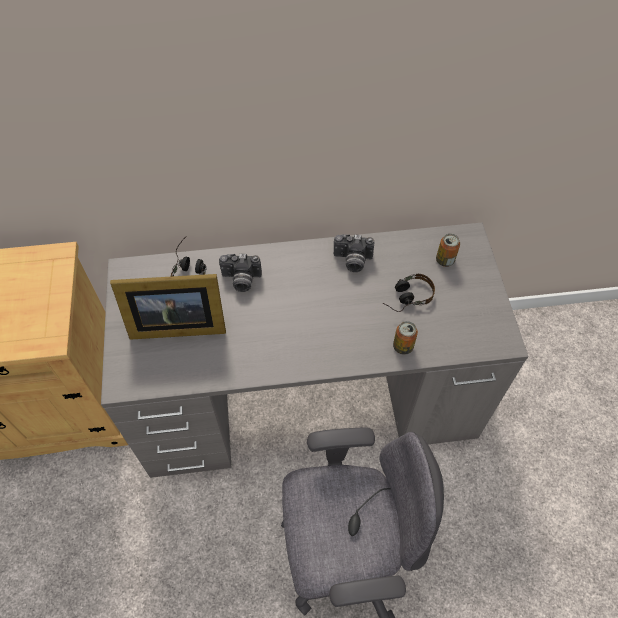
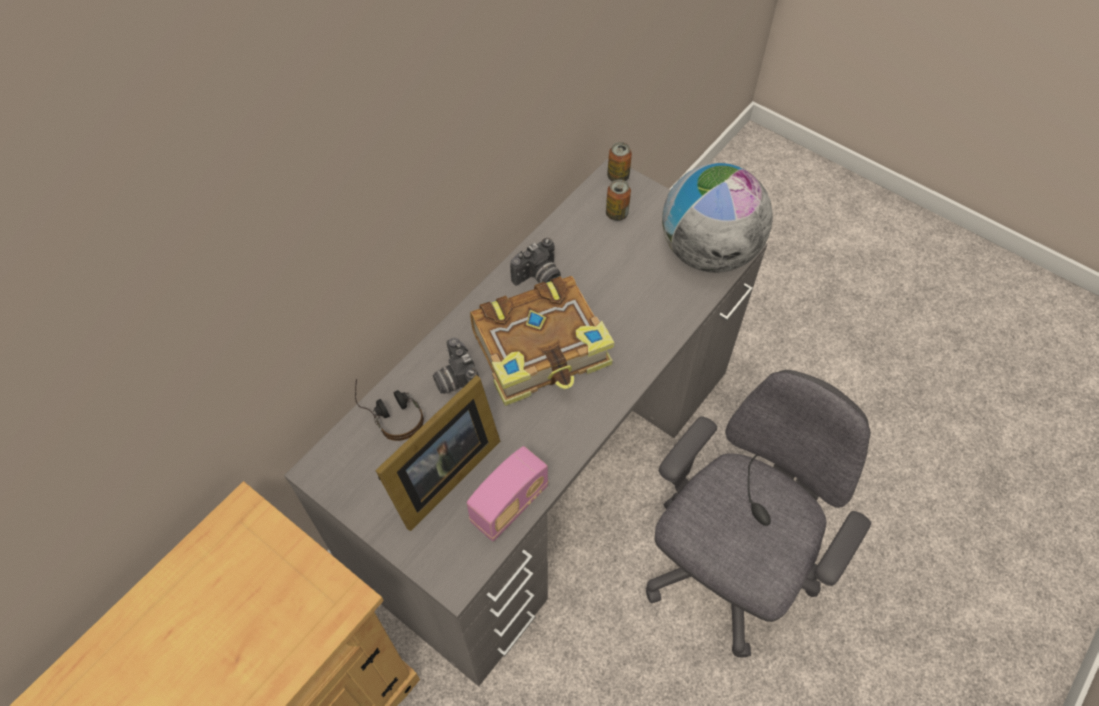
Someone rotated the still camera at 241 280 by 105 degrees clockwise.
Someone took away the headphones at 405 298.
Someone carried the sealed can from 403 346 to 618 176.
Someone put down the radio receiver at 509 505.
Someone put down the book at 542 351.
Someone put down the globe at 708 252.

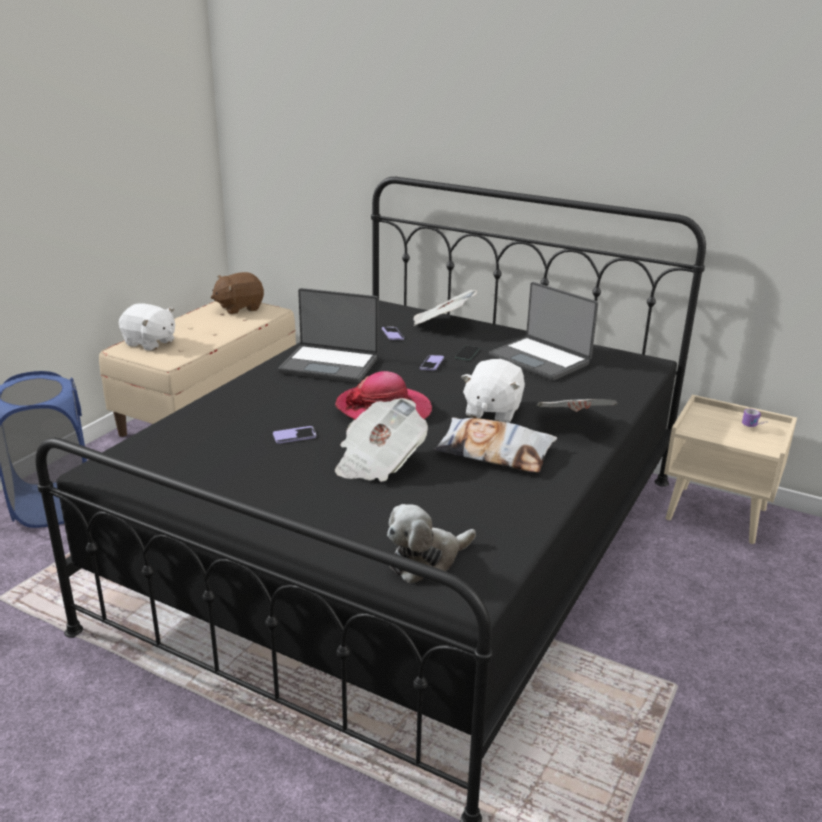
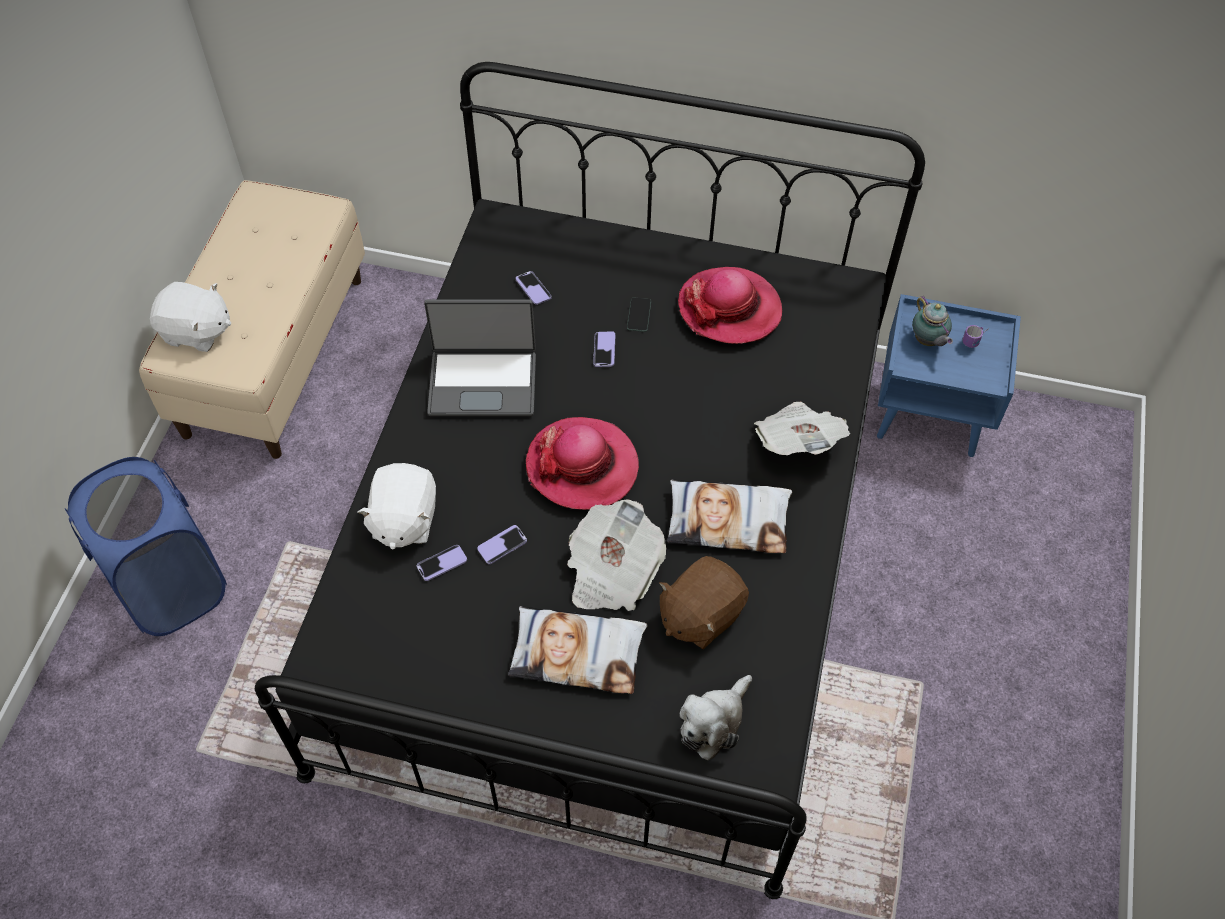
Someone carried the plush toy (brownish) from 239 308 to 700 615.
Someone took away the newspaper at 441 324.
Someone carried the plush toy (white) from 492 411 to 403 520.
Someone swapped the laptop at 540 359 for the clothing hat at 729 309.
Someone repainted the night table (beige) at 717 514, which became the night table (bluish) at 930 415.
Someone put down the handset at 442 563.
Someone put down the throw pillow at 577 653.
Someone put down the teapot at 927 341.

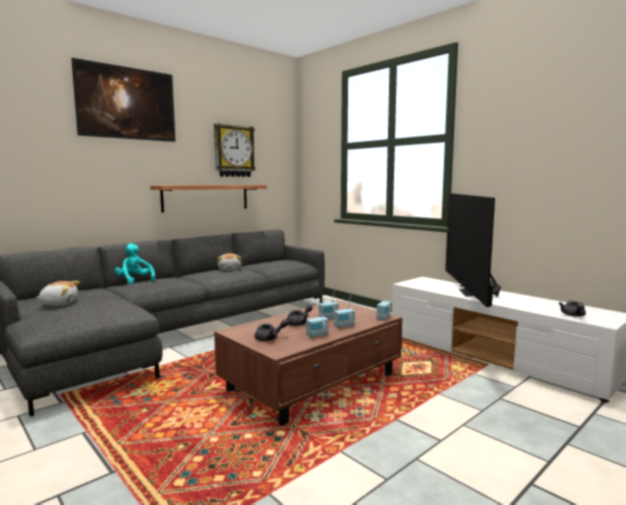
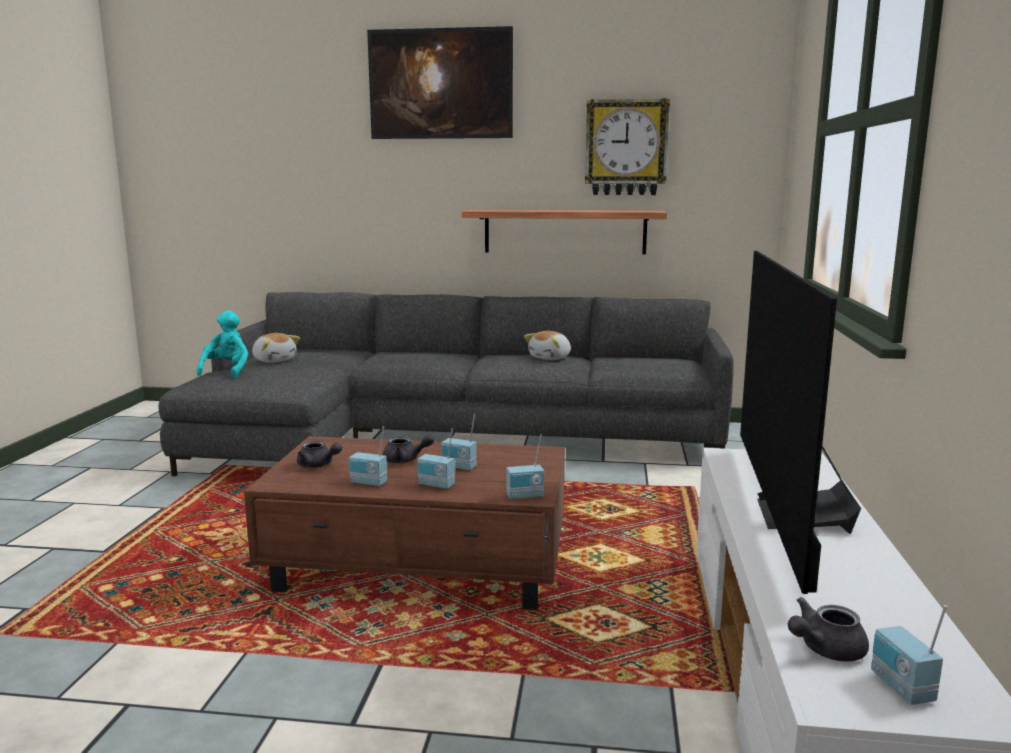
Someone carried the plush toy (turquoise) from 135 281 to 227 371.
Someone rotated the TV at 472 293 by 45 degrees counterclockwise.
Someone put down the radio receiver at 900 688.

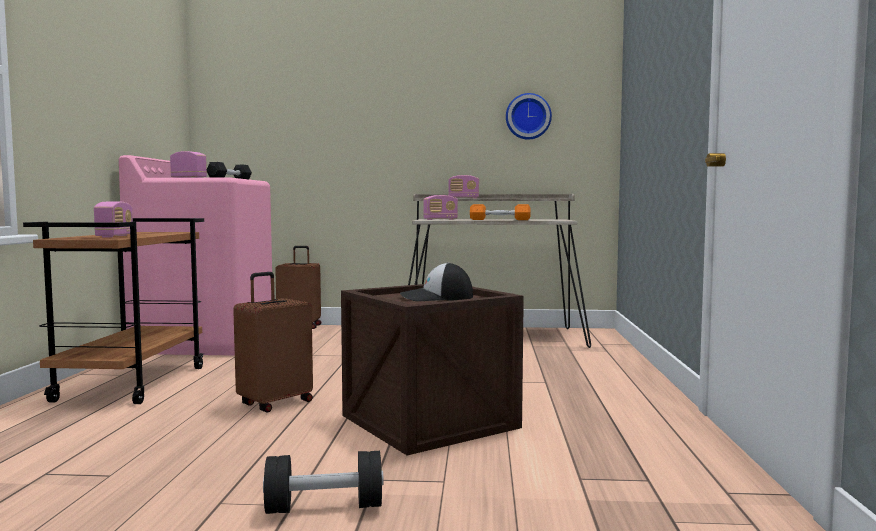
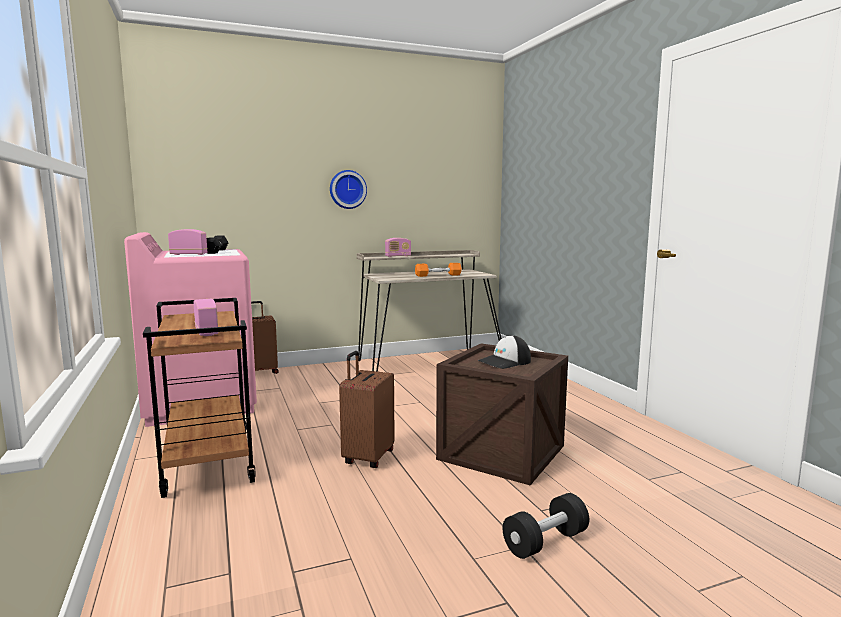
Someone took away the radio receiver at 440 219.
Someone carried the hanging clock from 528 116 to 347 189.

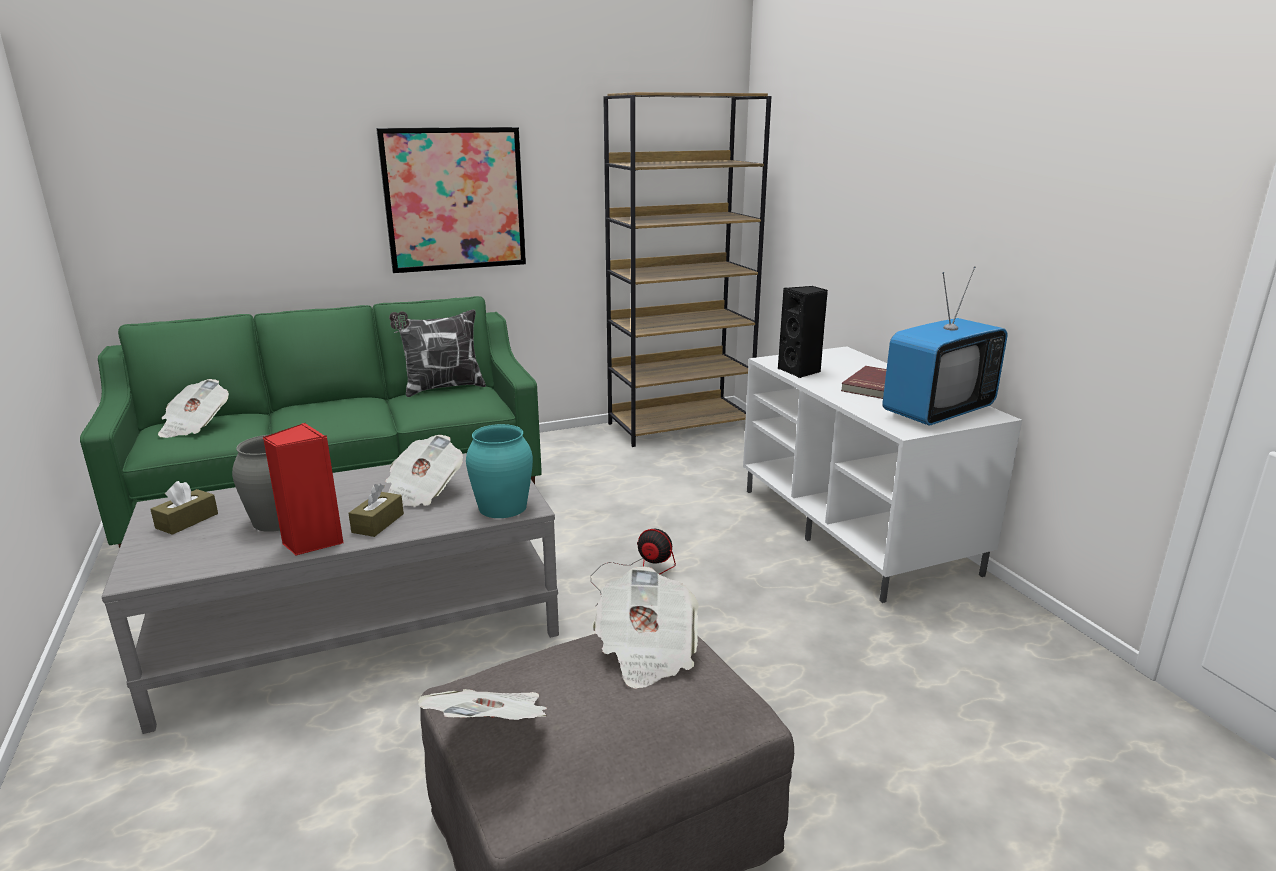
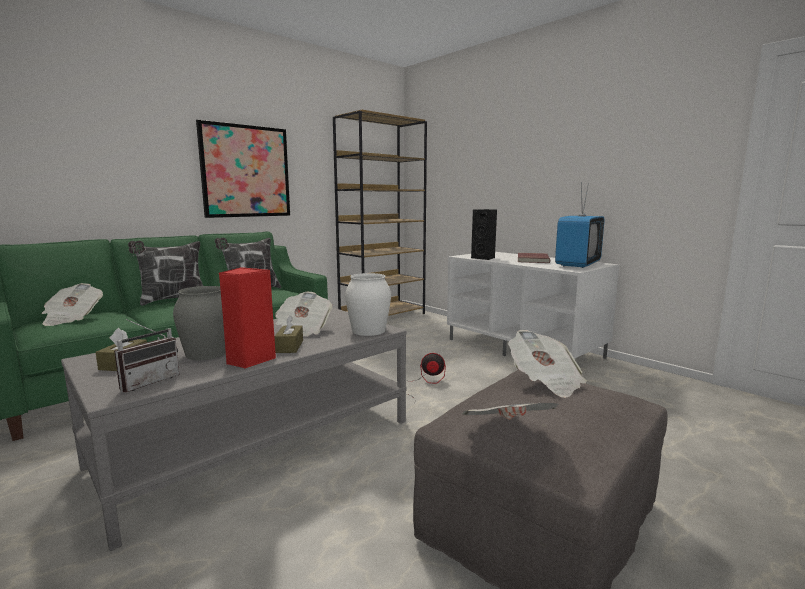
Someone repainted the flower vase (turquoise) at 503 507, which became the flower vase (white) at 369 330.
Someone put down the radio receiver at 148 381.
Someone put down the throw pillow at 172 300.

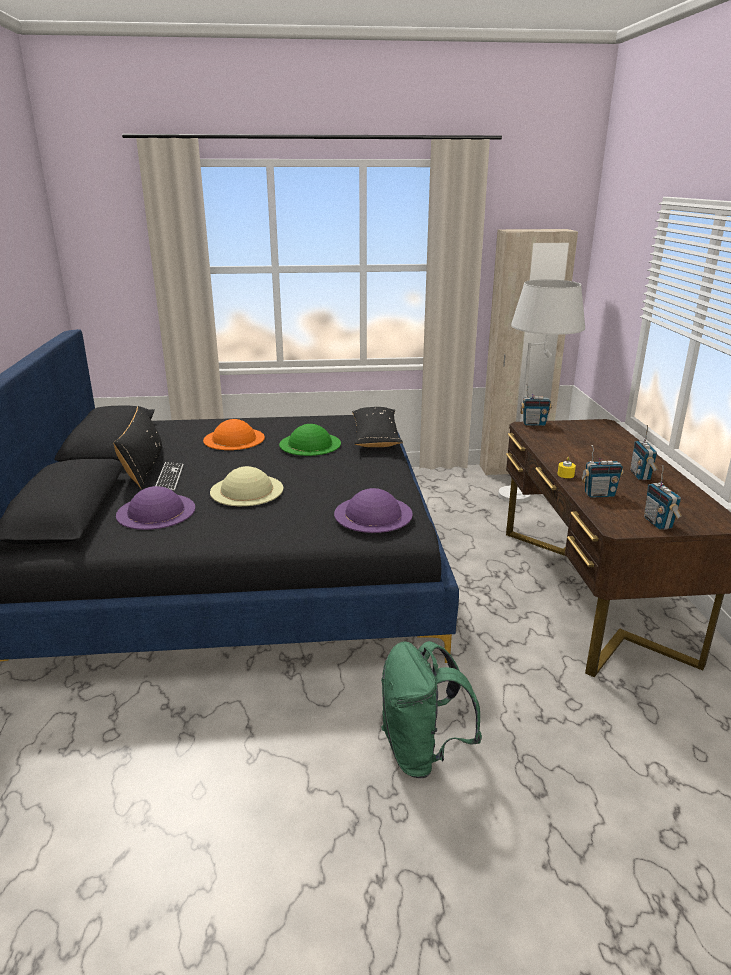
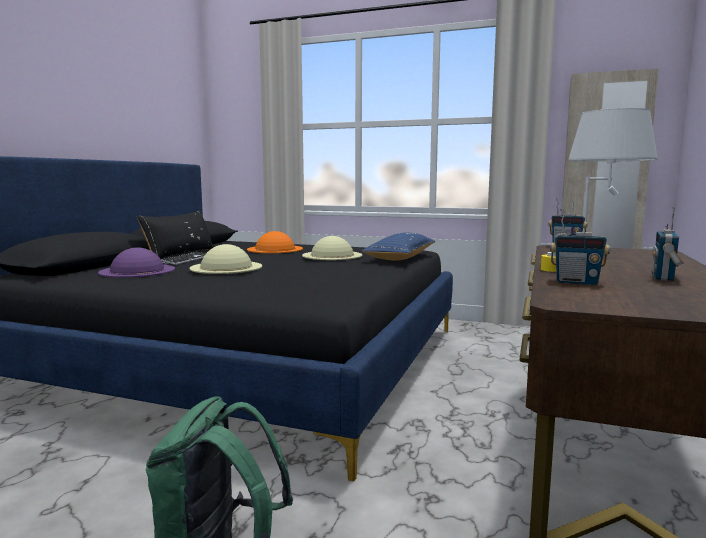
Someone repainted the clothing hat (green-coloured) at 310 444, which became the clothing hat (beige) at 332 255.
Someone took away the clothing hat (purplish) at 373 514.
Someone repainted the throw pillow (black-coloured) at 375 437, which became the throw pillow (bluish) at 400 257.
Someone took away the radio receiver at 658 523.

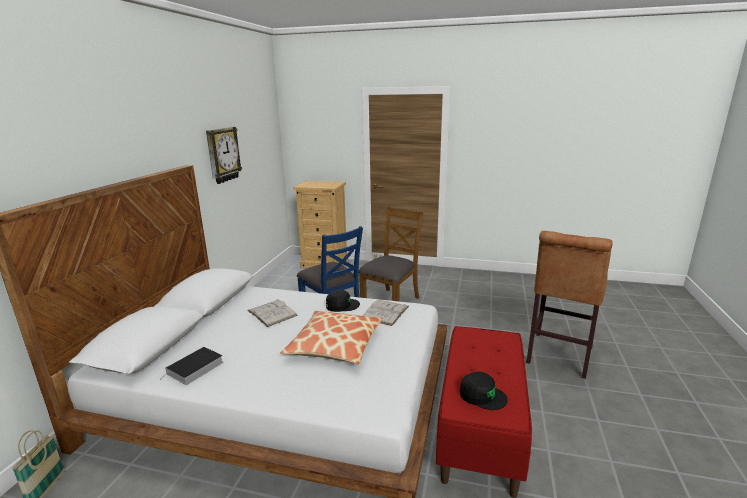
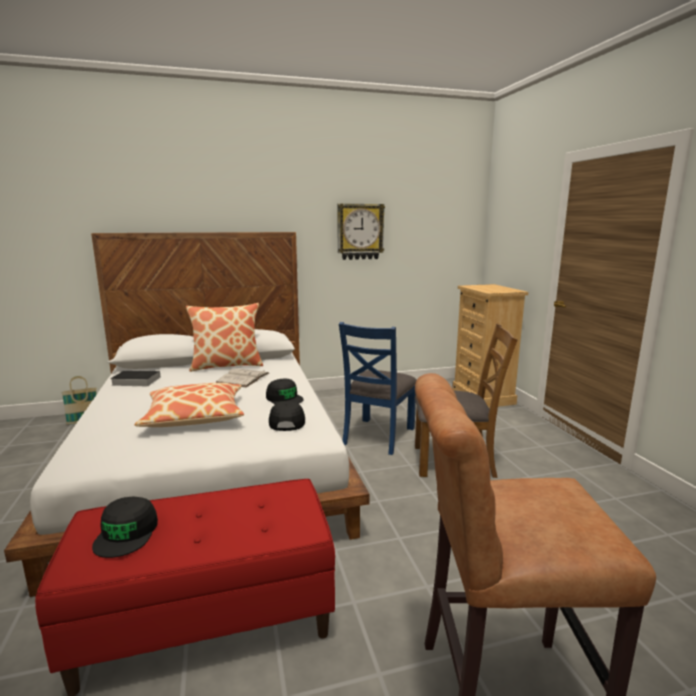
Someone swapped the book (white) at 385 312 for the cap (black-coloured) at 287 421.
Someone put down the throw pillow at 227 365.

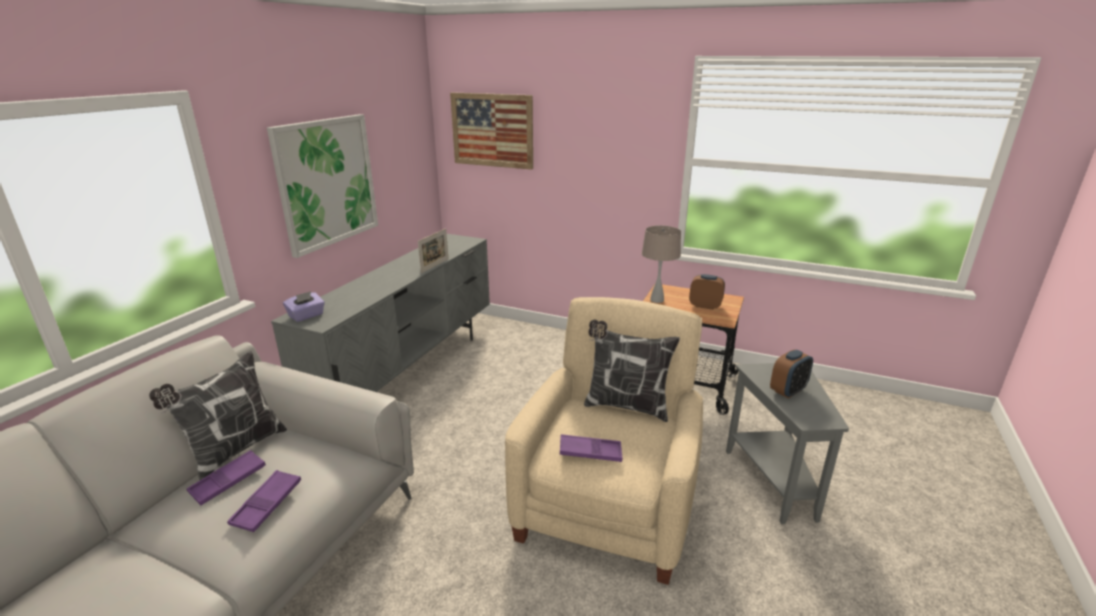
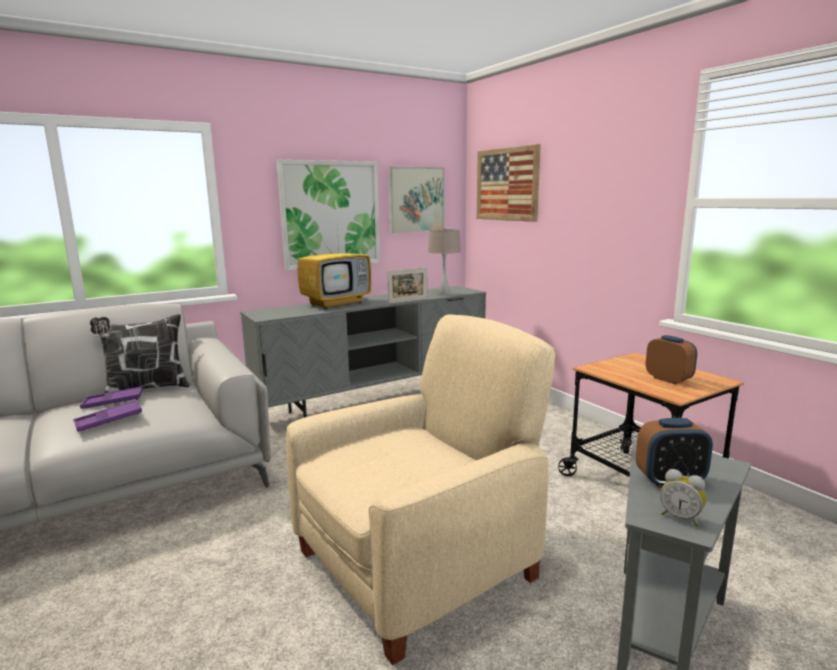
Someone took away the tissue holder (purplish) at 306 316.
Someone took away the carrying tray (purplish) at 590 452.
Someone took away the throw pillow at 625 406.
Someone carried the tabletop lamp (beige) from 657 300 to 444 294.
Someone put down the TV at 337 303.
Someone put up the wall picture at 416 199.
Someone put down the table clock at 680 517.

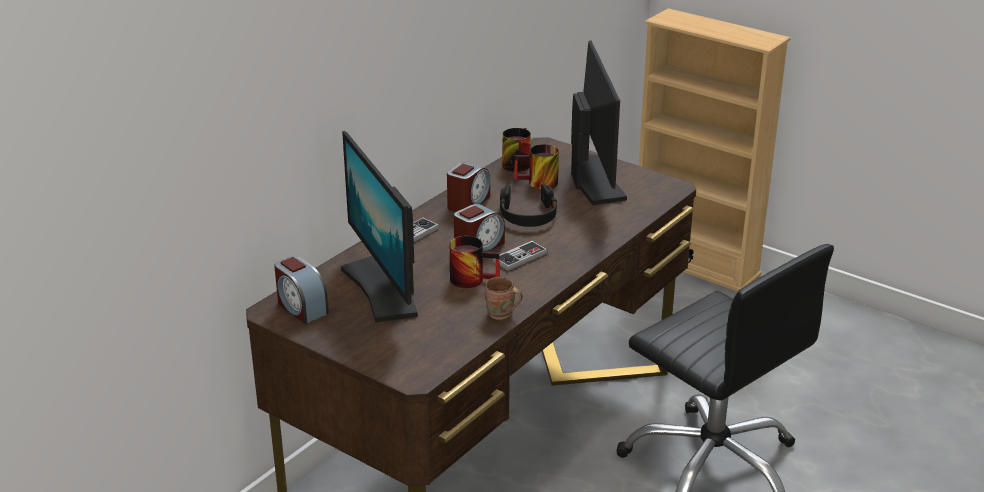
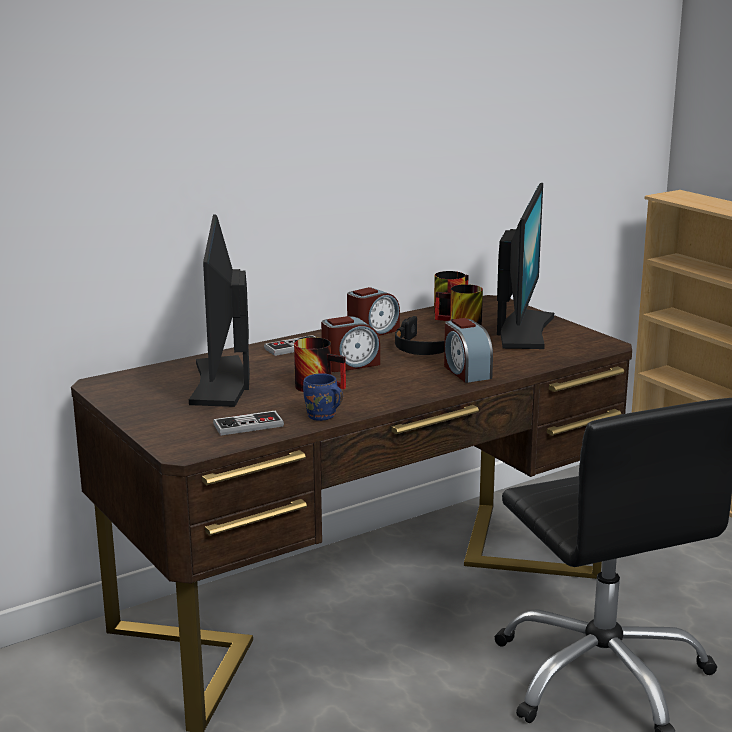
Someone carried the table clock from 301 308 to 466 371.
Someone repainted the tea mug (brownish) at 501 314, which became the tea mug (bluish) at 322 417.
Someone carried the gamepad from 520 257 to 248 425.

